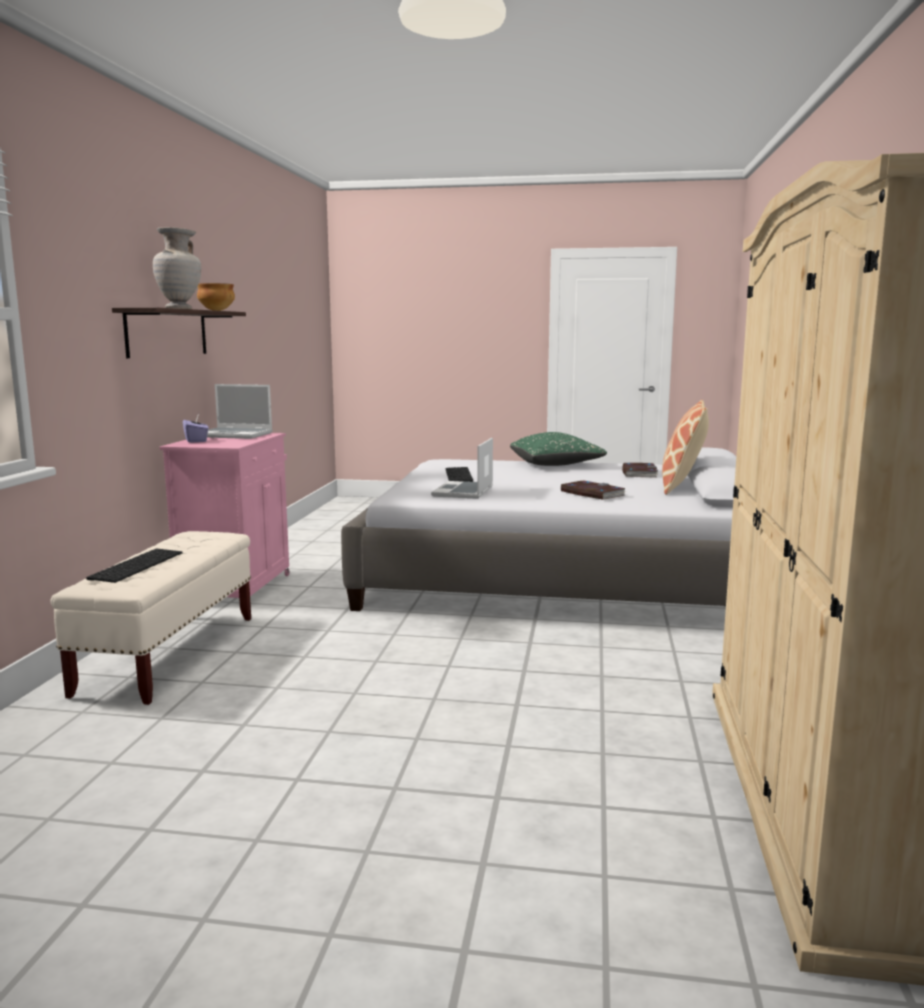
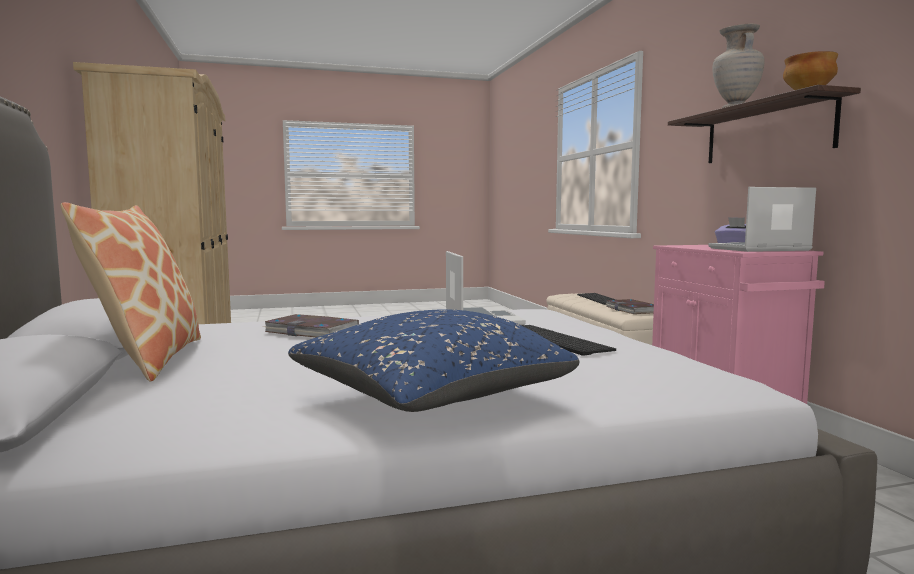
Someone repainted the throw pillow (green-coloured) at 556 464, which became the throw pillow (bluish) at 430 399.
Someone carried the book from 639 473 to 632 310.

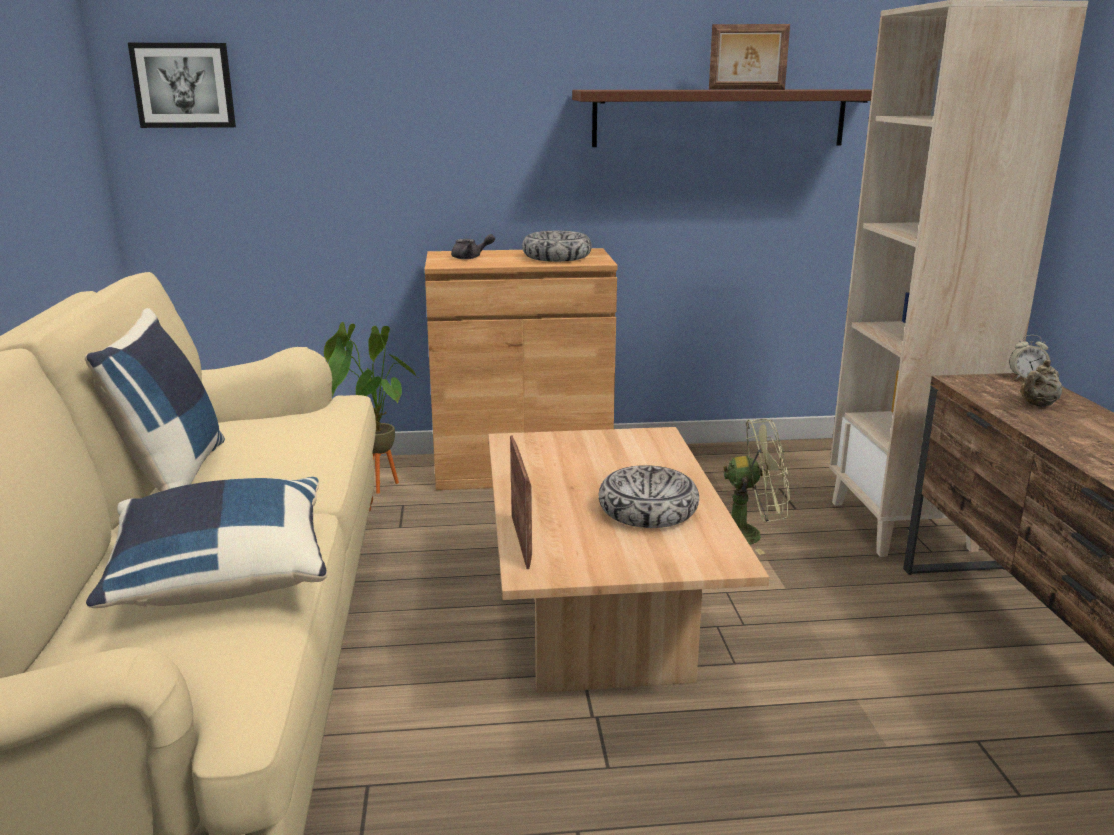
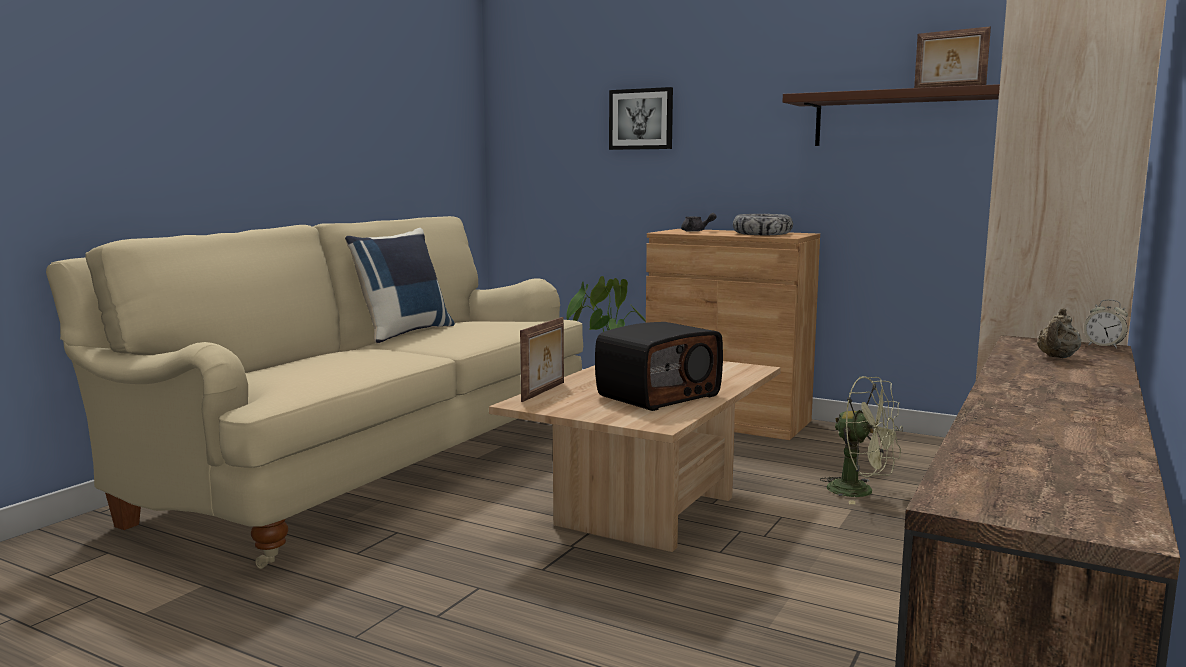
Someone took away the throw pillow (bluish) at 221 576.
Someone carried the wall picture from 184 85 to 641 119.
Someone swapped the bowl at 647 510 for the radio receiver at 657 395.
Someone rotated the teapot (beige) at 1037 405 by 45 degrees counterclockwise.

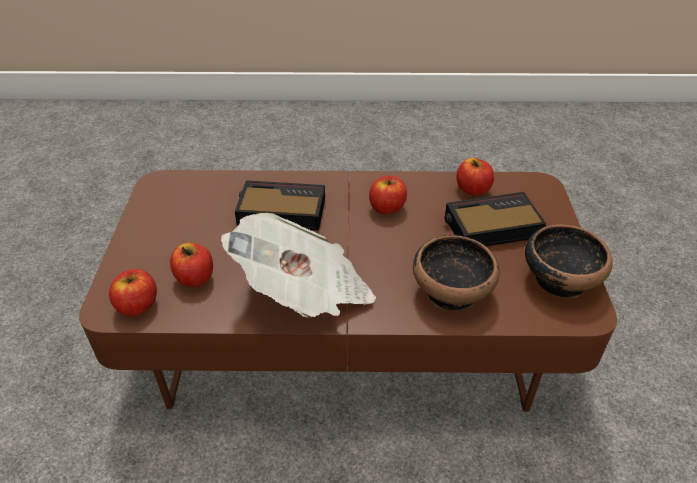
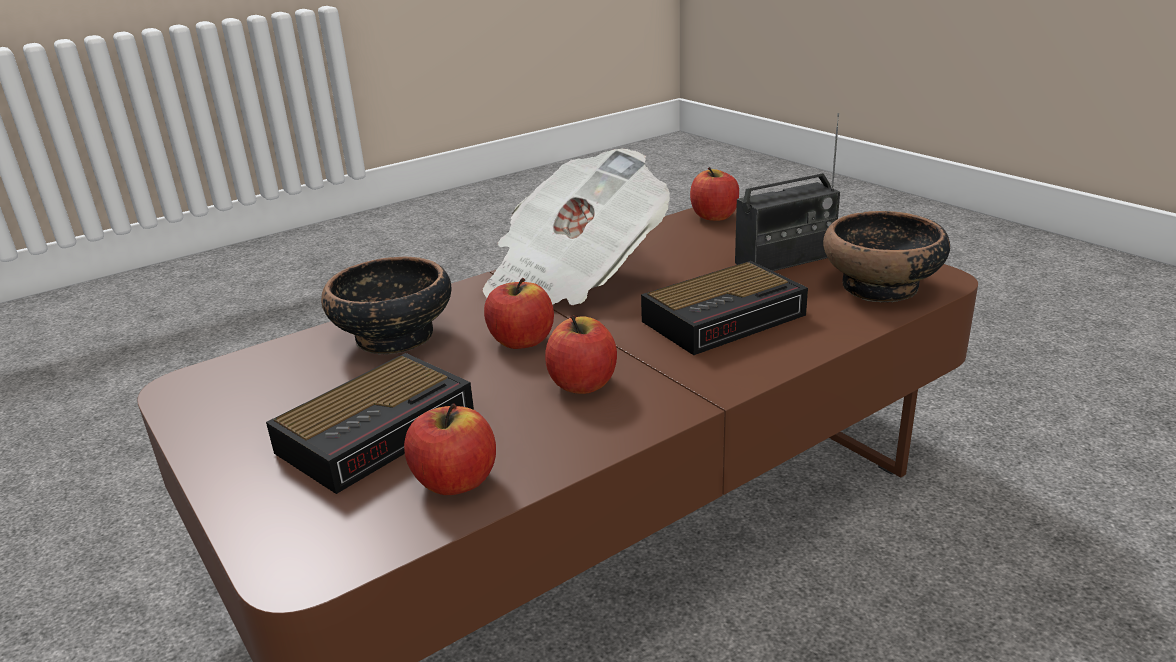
Someone carried the apple from 195 278 to 521 341.
Someone carried the bowl from 560 279 to 881 287.
Someone put down the radio receiver at 785 260.

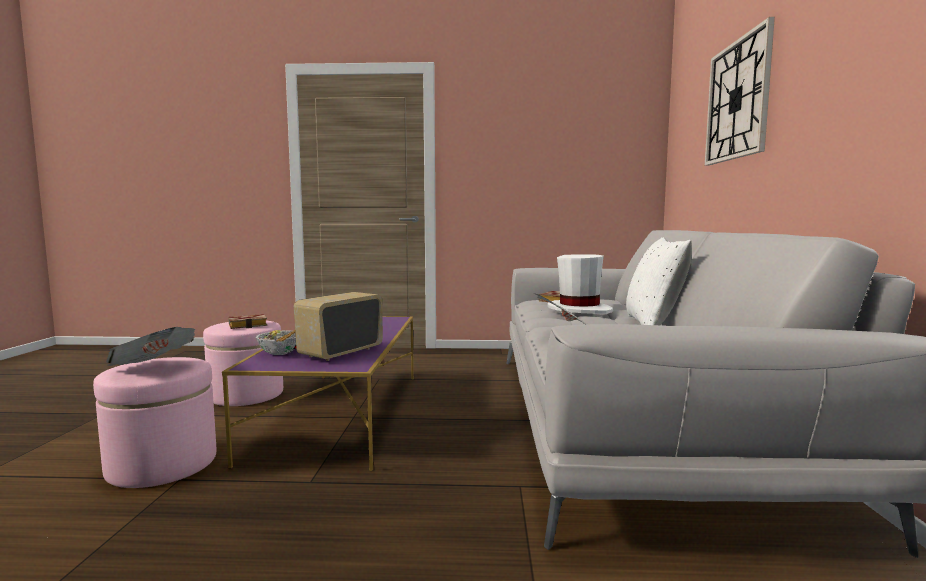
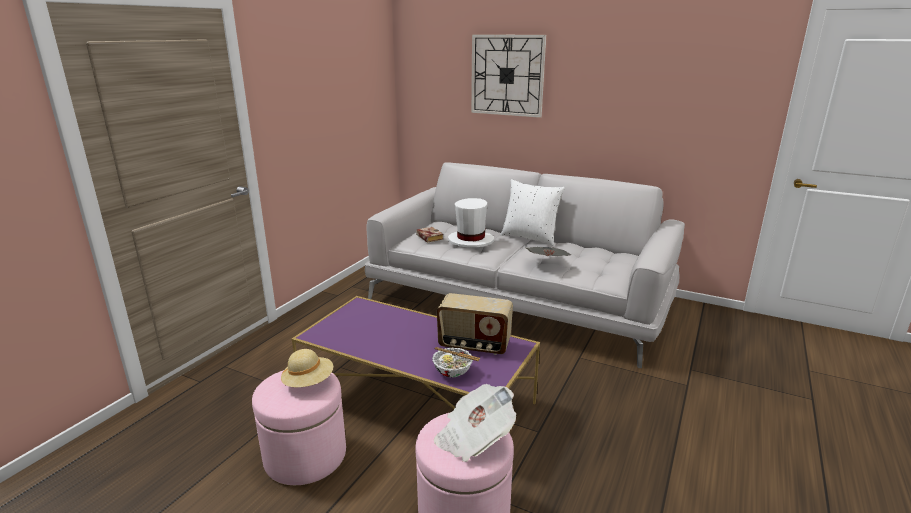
Someone swapped the book at 249 325 for the clothing hat (beige) at 308 382.
Someone rotated the radio receiver at 340 352 by 45 degrees counterclockwise.

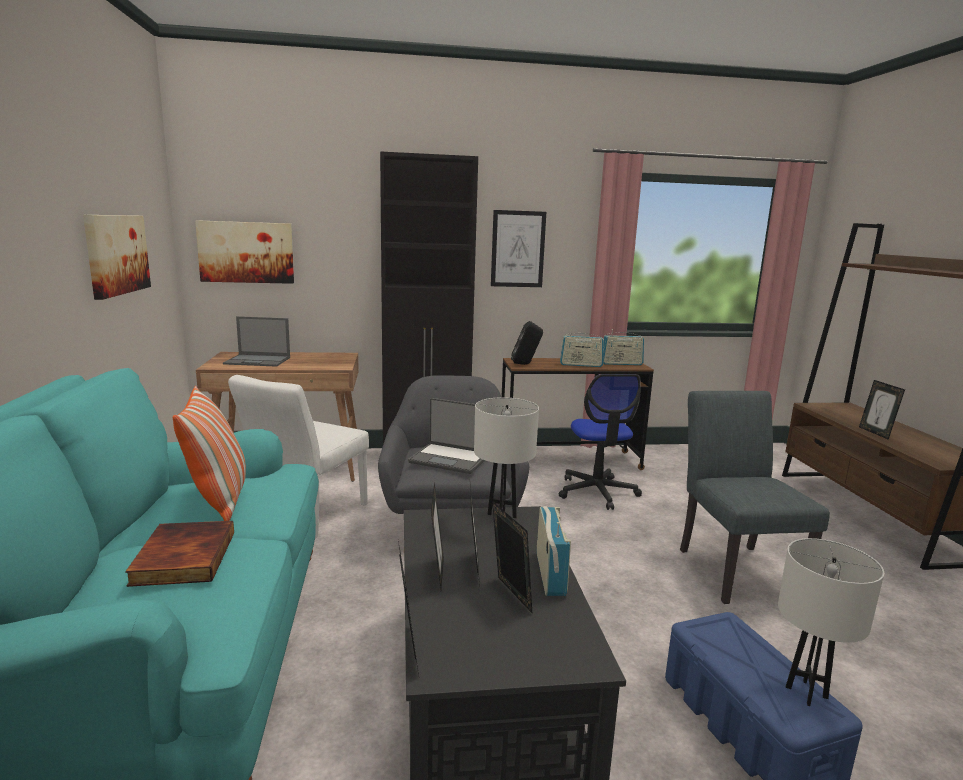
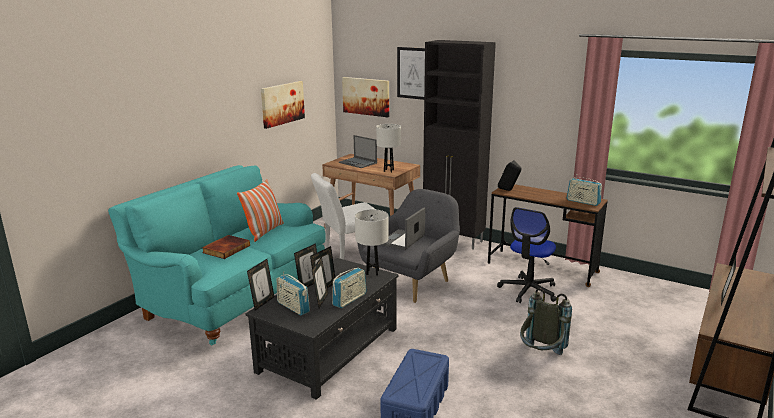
Someone rotated the laptop at 450 459 by 60 degrees clockwise.
Someone carried the wall picture from 518 249 to 413 73.
Someone carried the radio receiver from 581 365 to 293 307.
Someone swapped the chair (greyish) at 734 567 for the knapsack (greyish) at 540 356.
Someone carried the tabletop lamp (white) from 807 692 to 388 170.

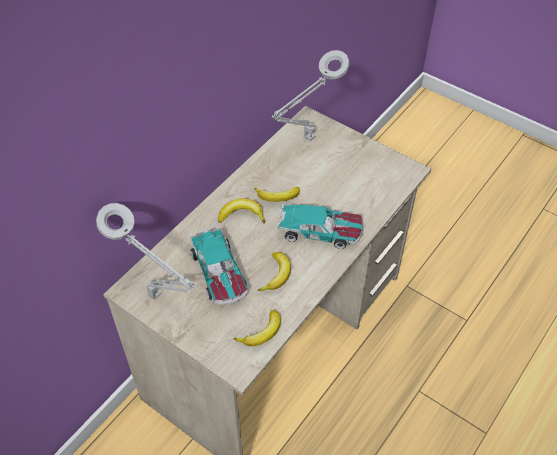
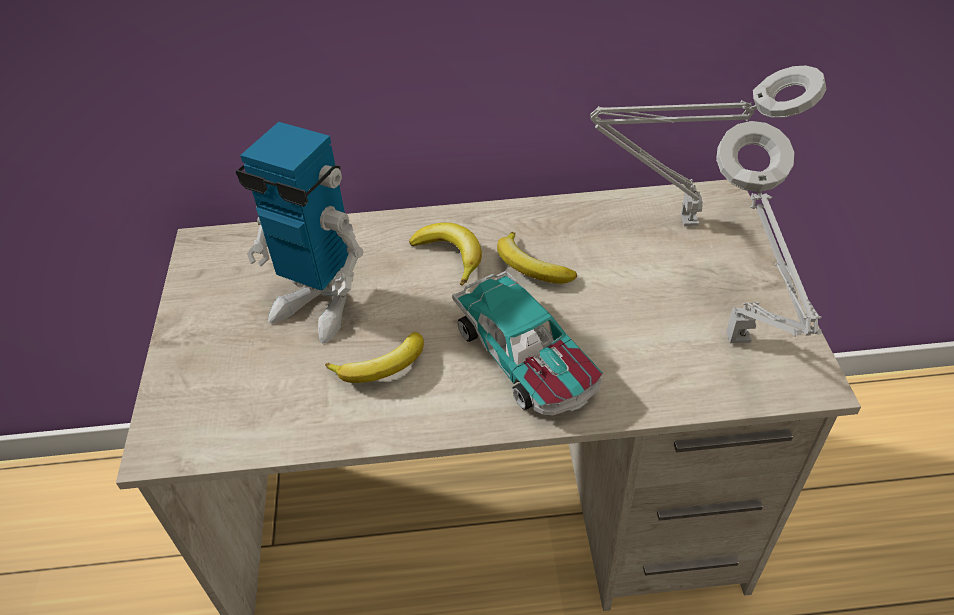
Someone carried the tabletop lamp (greyish) from 157 297 to 739 344.
Someone swapped the miniature car at 219 274 for the toy robot at 318 306.
Someone took away the banana fruit at 262 333.

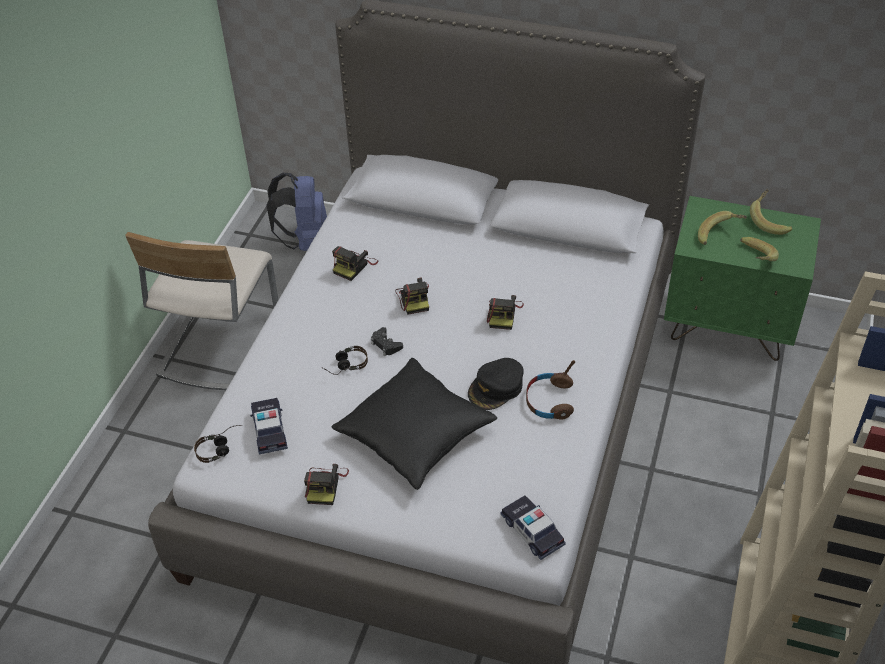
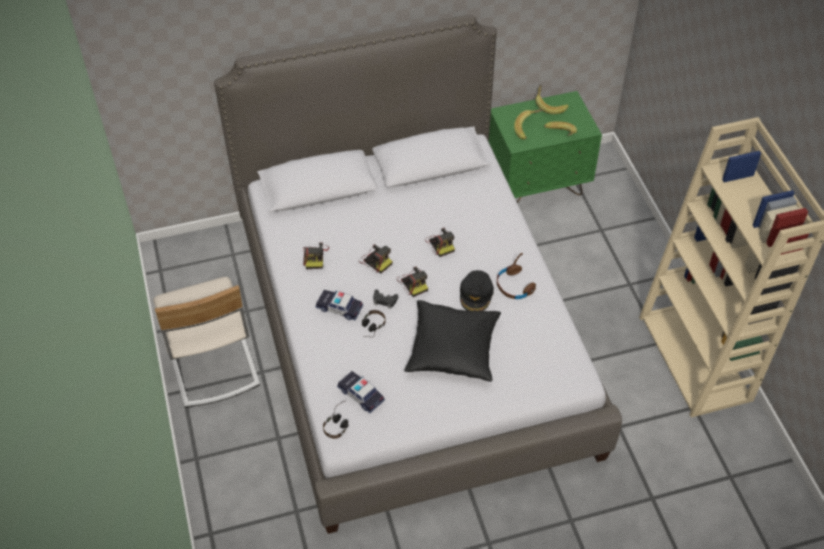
Someone took away the knapsack (bluish) at 306 242.
Someone carried the still camera from 325 485 to 413 283.
Someone carried the miniature car from 532 531 to 339 308.

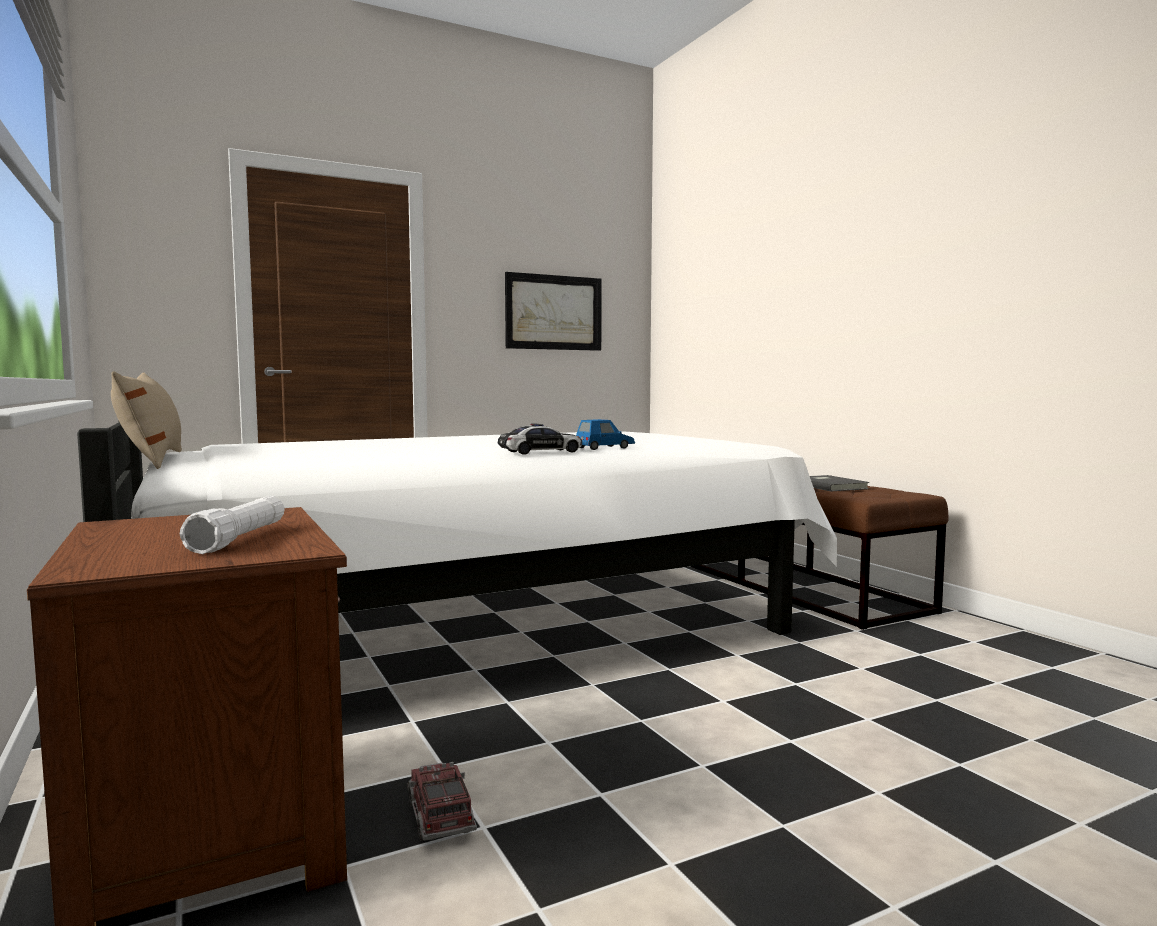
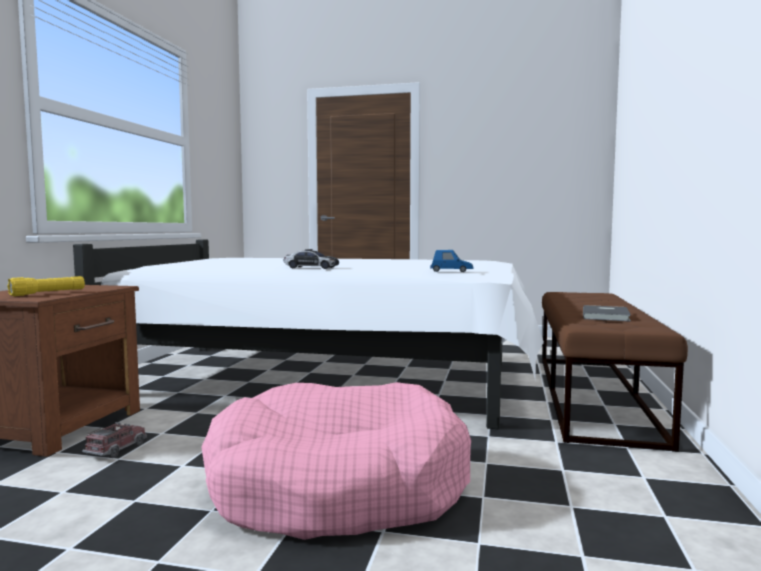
Someone took away the throw pillow (beige) at 152 460.
Someone repainted the hand torch (white) at 239 539, which became the hand torch (yellow-coloured) at 48 293.
Someone took away the wall picture at 553 312.
Someone carried the miniature car (bluish) from 604 448 to 451 271.
Someone put down the dog bed (pink) at 338 486.

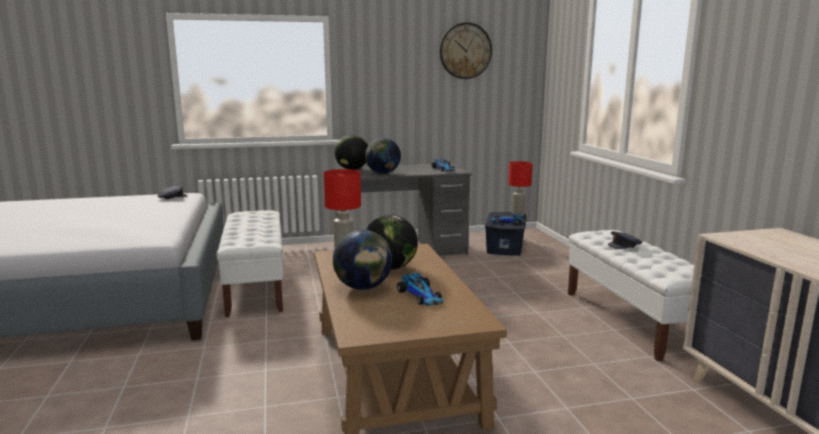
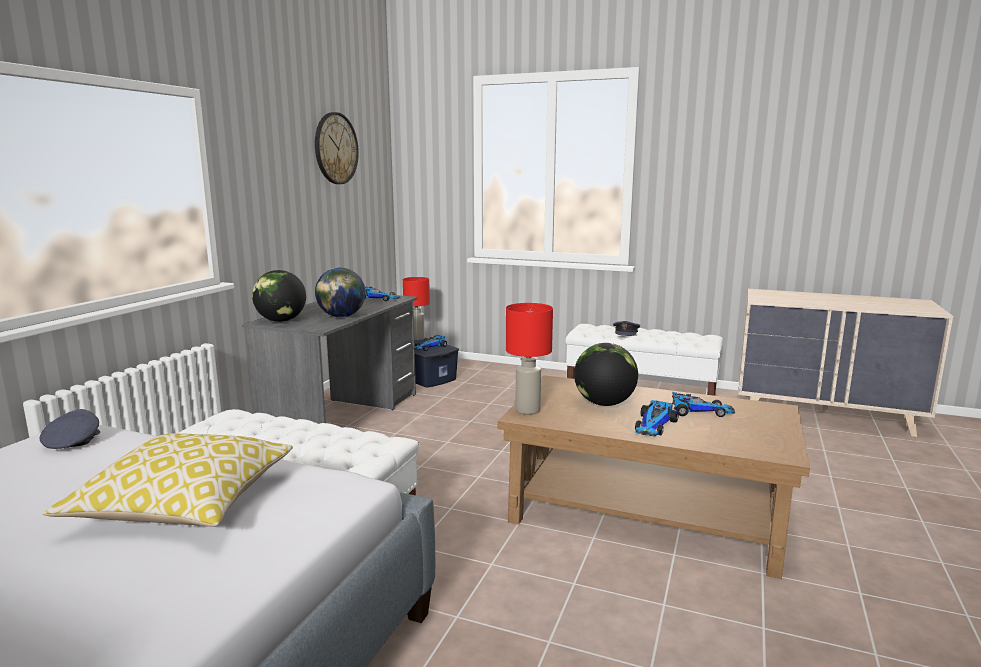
Someone swapped the globe at 363 288 for the miniature car at 654 426.
Someone put down the throw pillow at 184 504.

